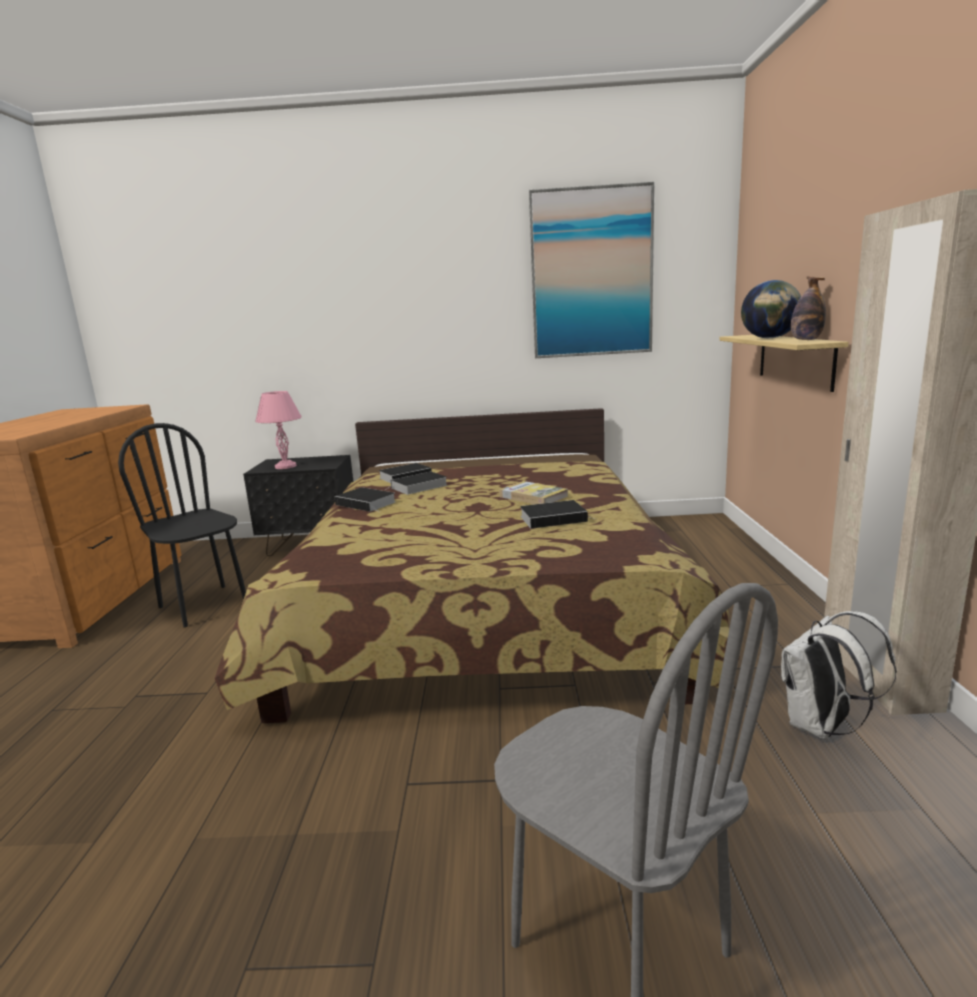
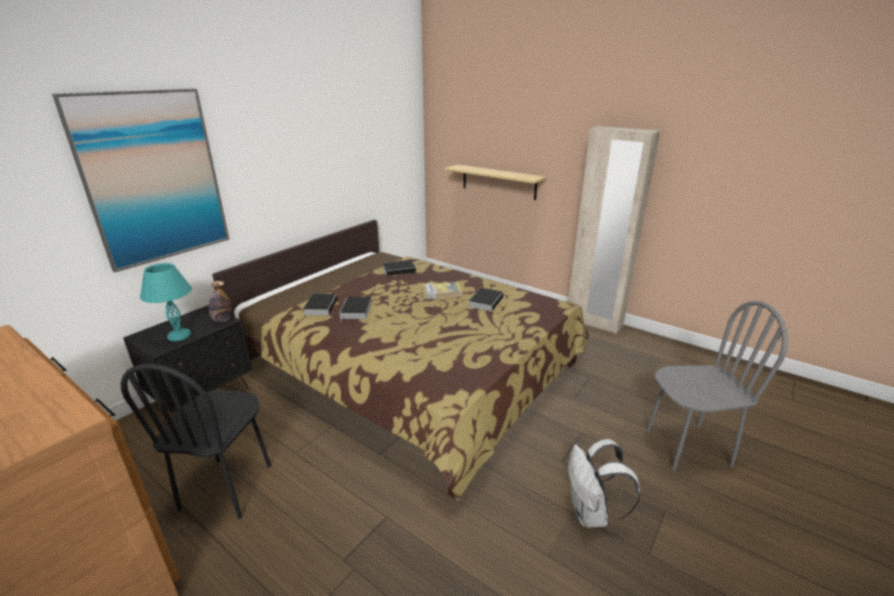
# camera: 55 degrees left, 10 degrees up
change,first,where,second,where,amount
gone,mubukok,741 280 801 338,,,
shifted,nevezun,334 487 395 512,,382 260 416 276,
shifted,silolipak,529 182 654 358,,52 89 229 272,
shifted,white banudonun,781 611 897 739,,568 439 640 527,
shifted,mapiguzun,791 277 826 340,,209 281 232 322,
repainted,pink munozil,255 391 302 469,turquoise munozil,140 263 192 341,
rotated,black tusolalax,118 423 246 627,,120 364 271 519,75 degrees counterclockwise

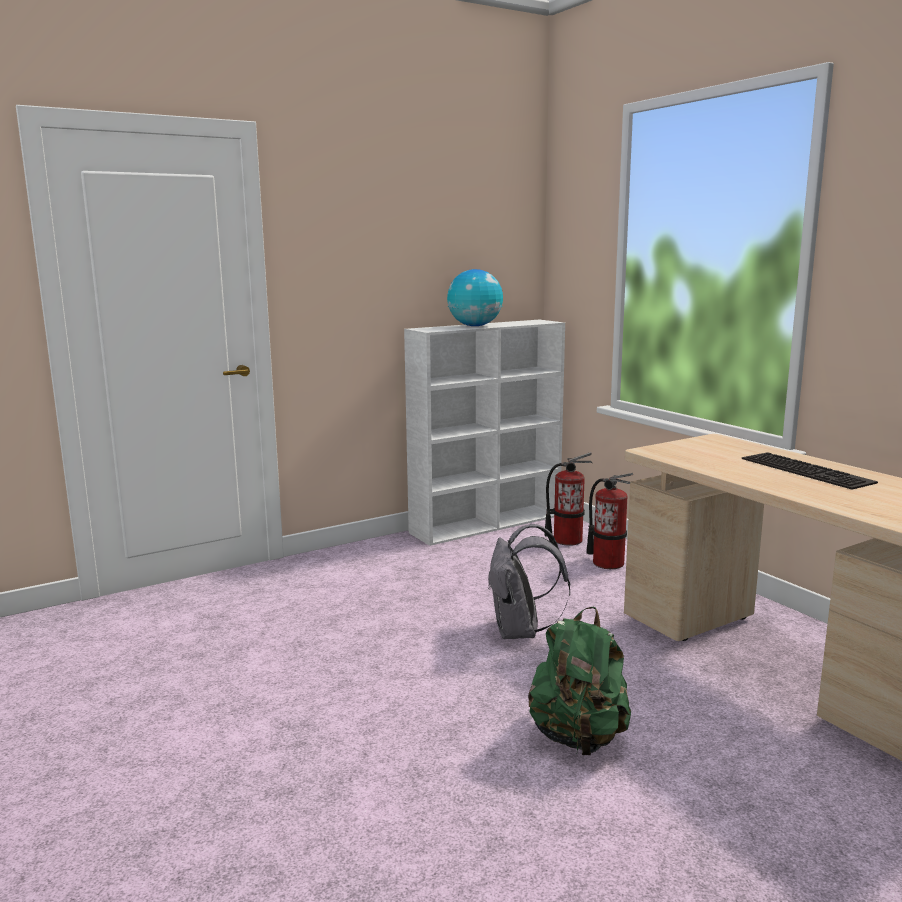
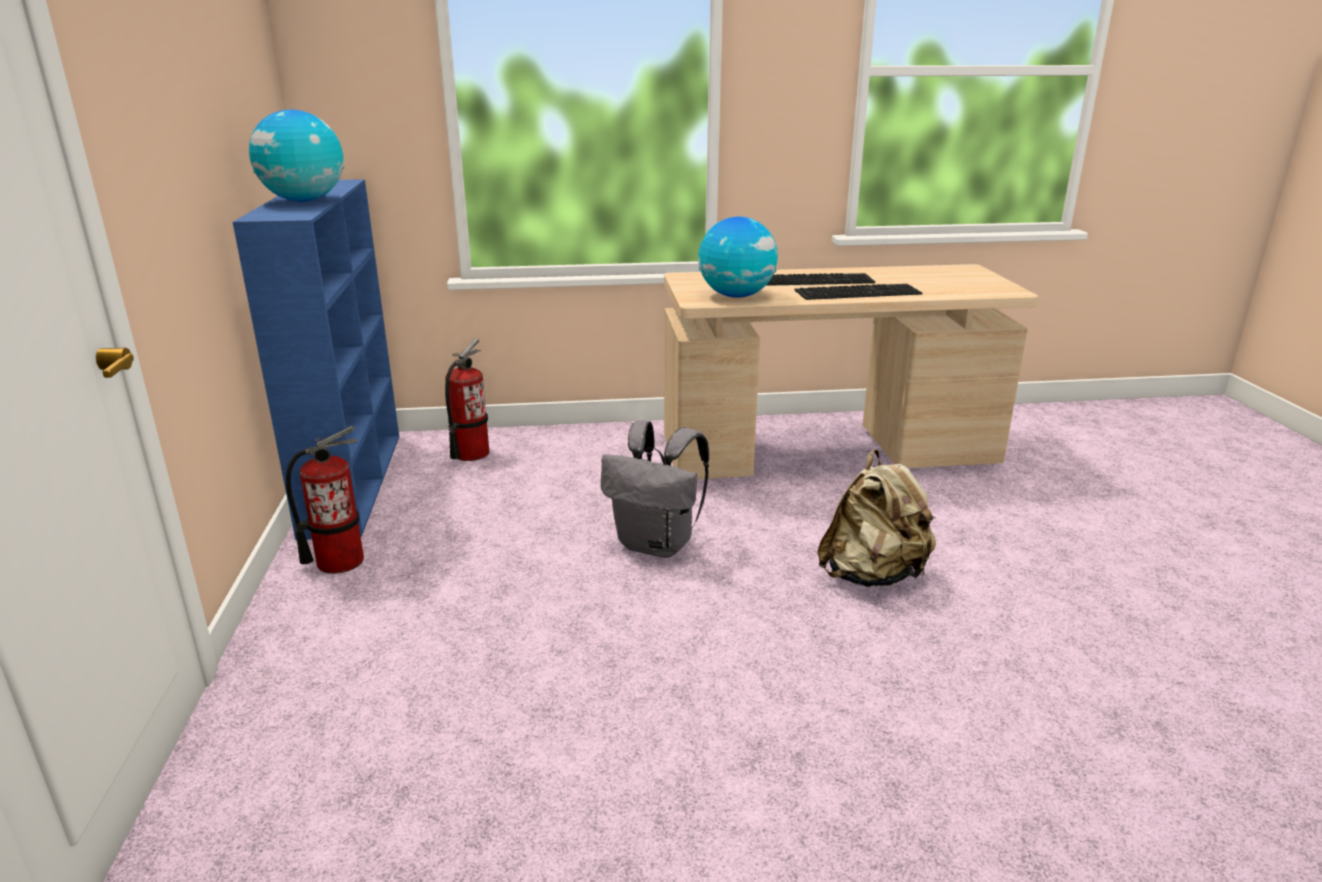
# camera: 65 degrees left, 10 degrees up
change,first,where,second,where,amount
new,,,mubukok,698 217 778 298,
new,,,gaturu,795 284 922 300,
shifted,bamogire,586 473 633 569,,286 426 364 574,
repainted,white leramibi,404 320 565 546,blue leramibi,233 179 399 540,
repainted,green banudonun,528 607 631 755,beige banudonun,817 449 936 587,

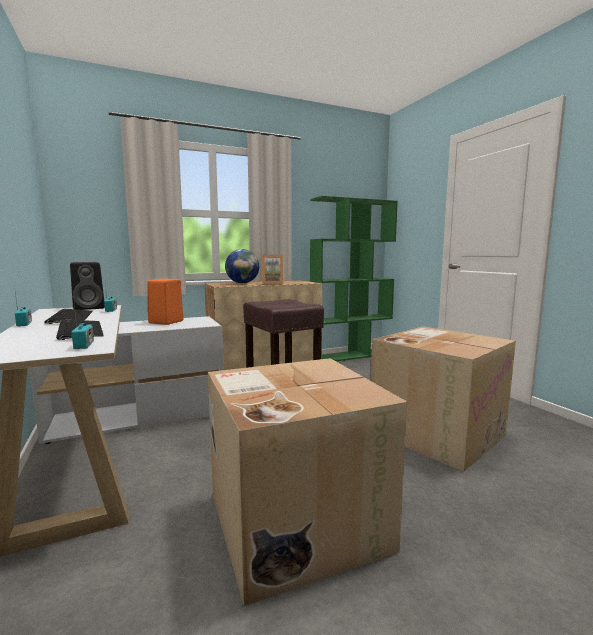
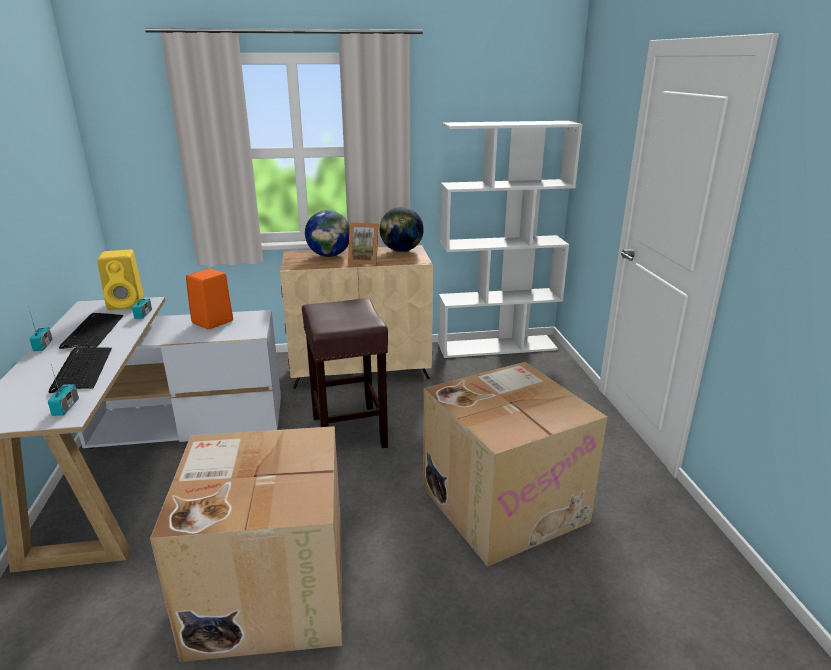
# camera: 15 degrees right, 15 degrees up
change,first,where,second,where,amount
new,,,mubukok,380 207 424 252,
repainted,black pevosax,70 262 105 310,yellow pevosax,97 249 144 310,
repainted,green leramibi,310 196 398 361,white leramibi,438 121 583 358,

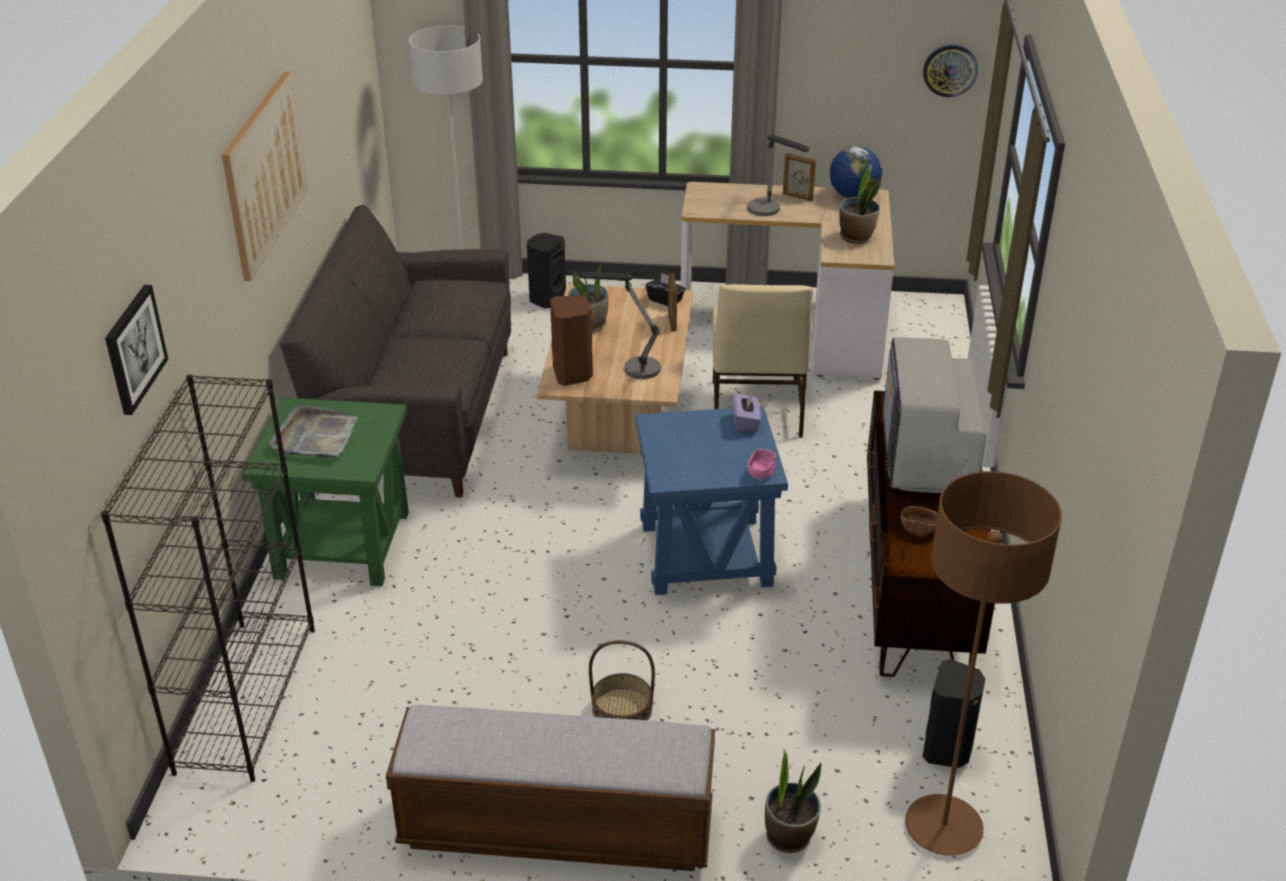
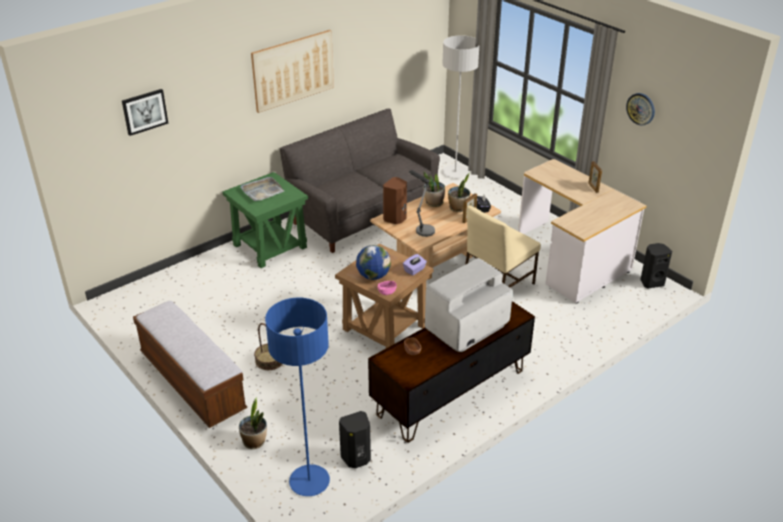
# camera: 45 degrees right, 0 degrees up
change,first,where,second,where,amount
gone,black leramibi,101 375 315 782,,,
gone,munozil,748 135 809 216,,,
shifted,black pevosax,527 233 566 308,,640 243 672 289,
shifted,mubukok,830 146 882 198,,356 245 391 280,
shifted,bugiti,839 164 882 244,,448 173 470 212,
shifted,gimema,923 44 978 97,,626 93 655 125,
repainted,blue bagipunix,636 406 788 595,brown bagipunix,335 244 434 348,
repainted,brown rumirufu,905 471 1062 856,blue rumirufu,265 298 330 496,

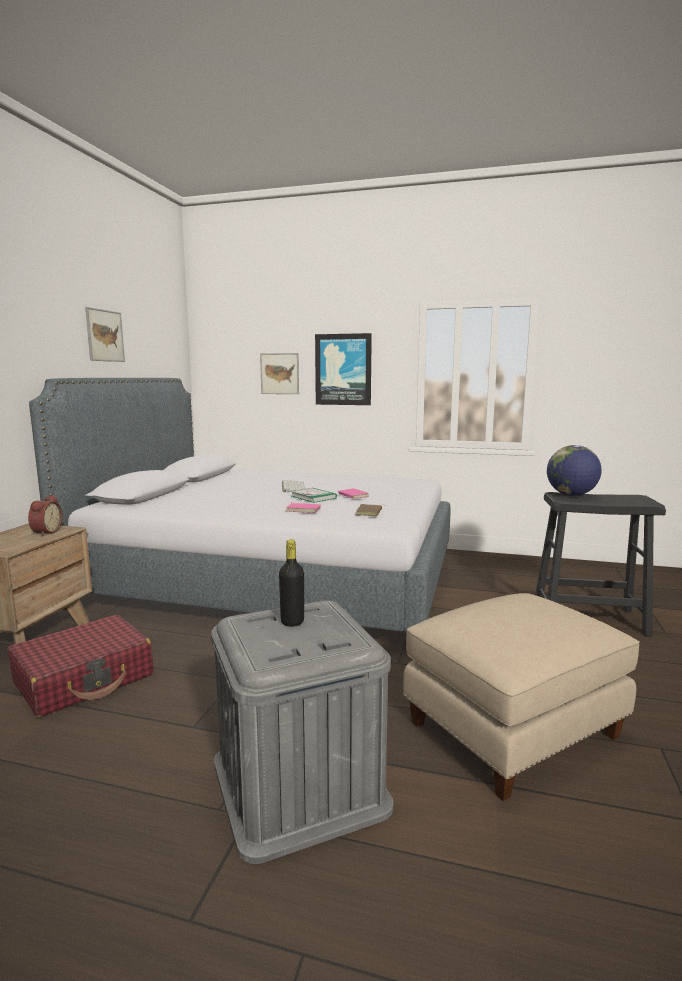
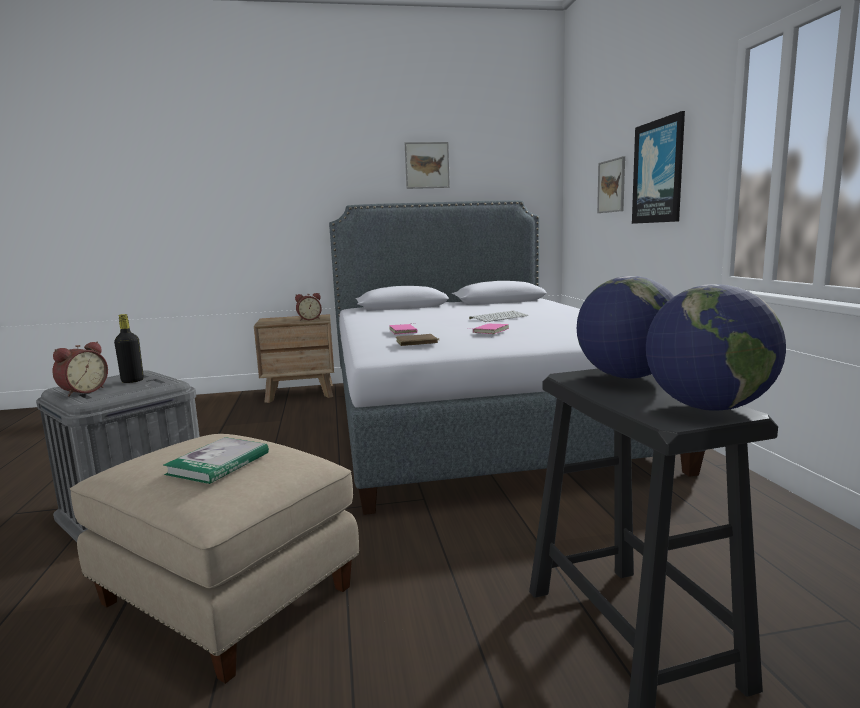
# camera: 65 degrees right, 0 degrees up
change,first,where,second,where,amount
gone,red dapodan,8 615 153 717,,,
new,,,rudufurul,52 342 108 397,
new,,,mubukok,646 284 786 411,
shifted,nevezun,290 488 337 503,,163 437 269 484,

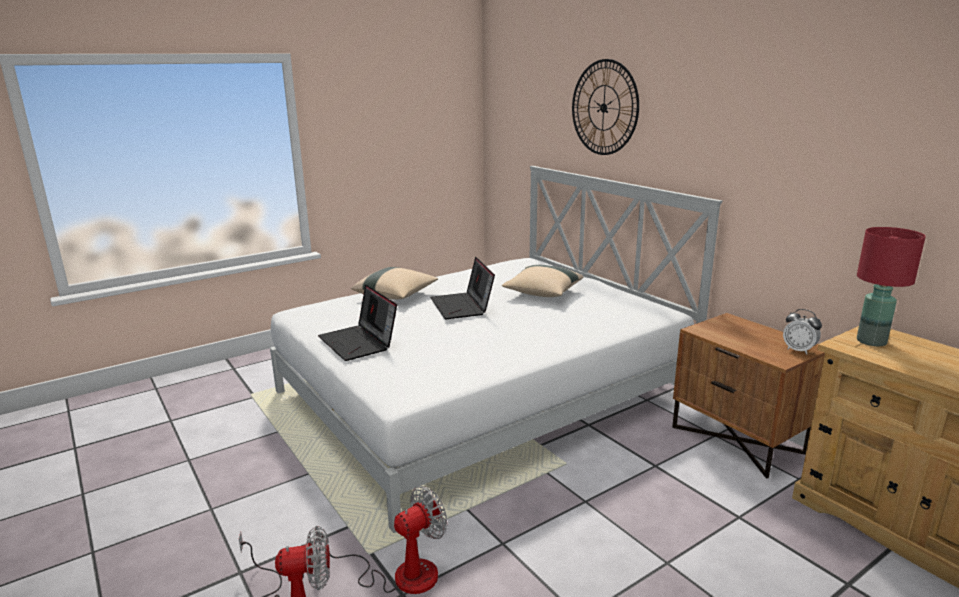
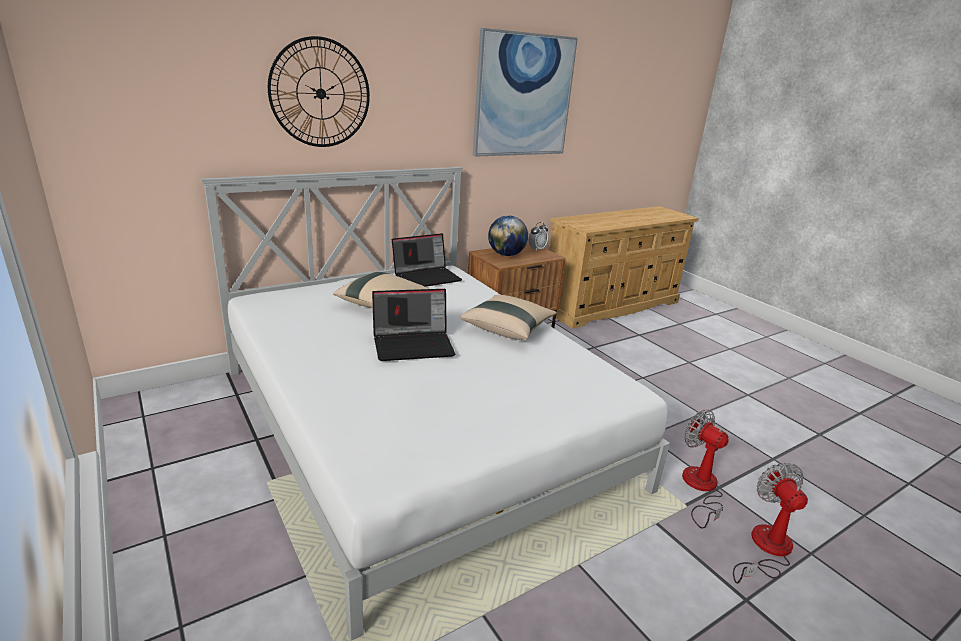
# camera: 90 degrees left, 5 degrees up
change,first,where,second,where,amount
gone,red munozil,857 227 926 346,,,
new,,,silolipak,473 28 578 157,
new,,,mubukok,488 216 528 256,
shifted,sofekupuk,318 285 397 361,,392 233 462 287,
shifted,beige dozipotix,351 267 438 299,,460 295 557 340,

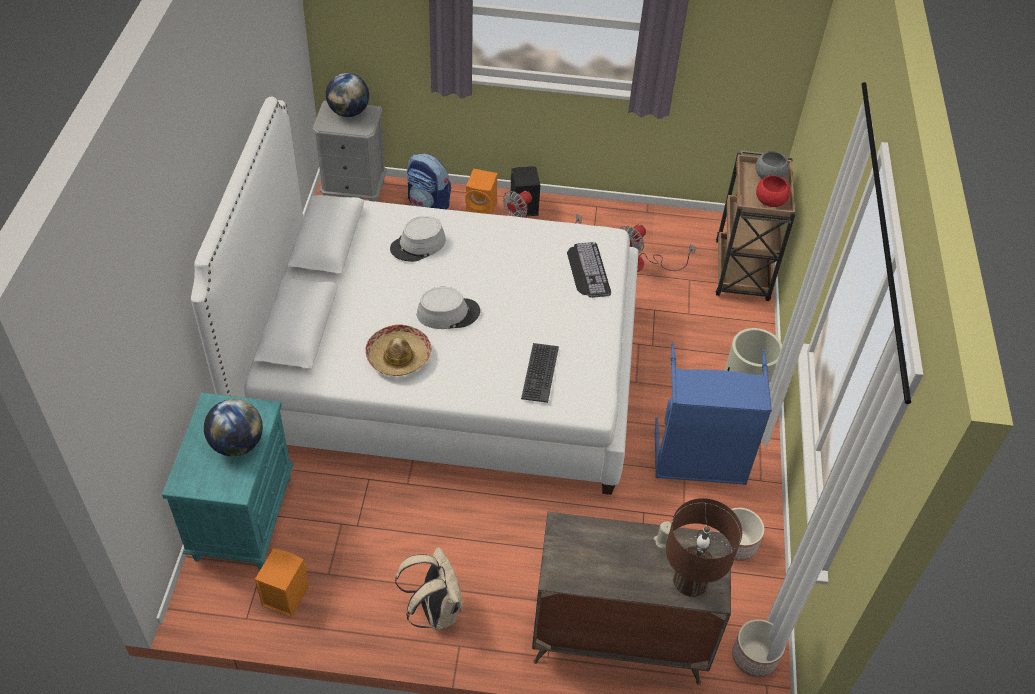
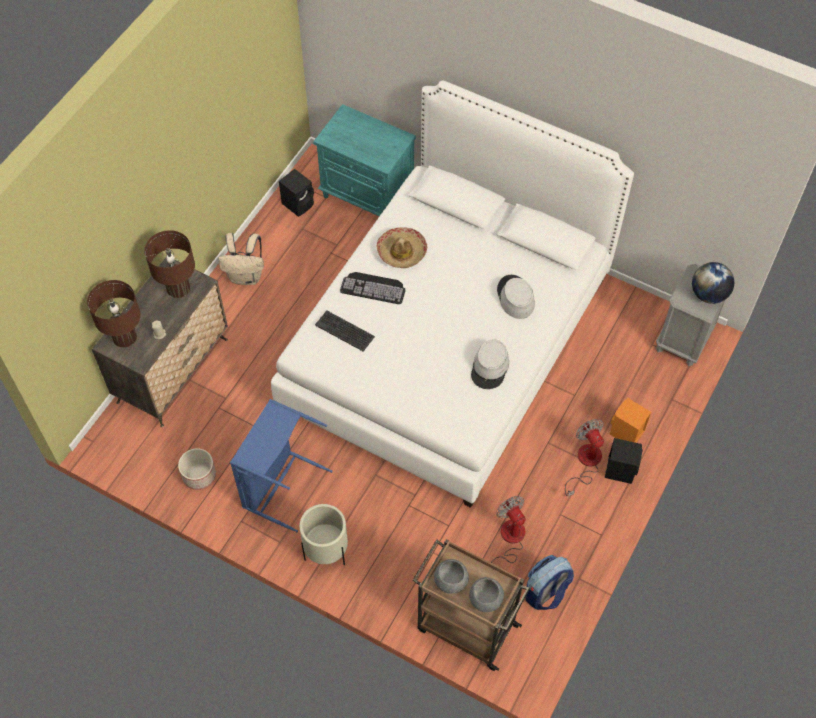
# camera: 115 degrees right, 10 degrees up
change,first,where,second,where,amount
gone,mubukok,204 399 263 456,,,
gone,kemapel,732 619 786 678,,,
new,,,brown munozil,144 230 195 298,
shifted,banudonun,407 153 451 209,,525 555 574 610,
shifted,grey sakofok,417 287 480 329,,471 339 509 389,
shifted,gaturu,567 242 611 298,,340 272 406 304,
repainted,orange pevosax,255 549 309 617,black pevosax,279 169 314 217,
repainted,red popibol,756 175 791 207,grey popibol,434 559 469 594,

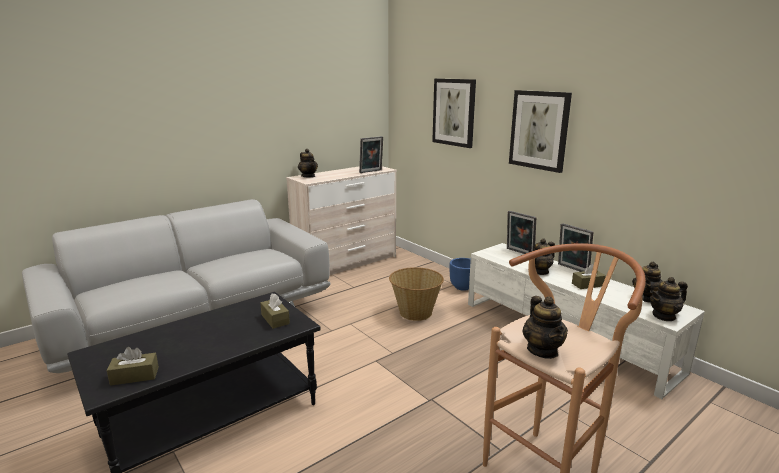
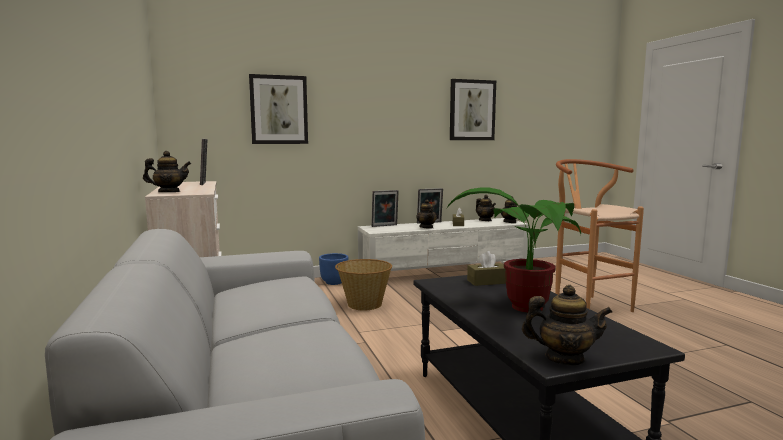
# camera: 70 degrees left, 10 degrees down
change,first,where,second,where,amount
gone,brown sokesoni,106 347 159 386,,,
new,,,bugiti,446 187 581 313,
shifted,silolipak,509 90 572 173,,450 79 496 140,
shifted,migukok,522 296 568 359,,522 285 613 365,

